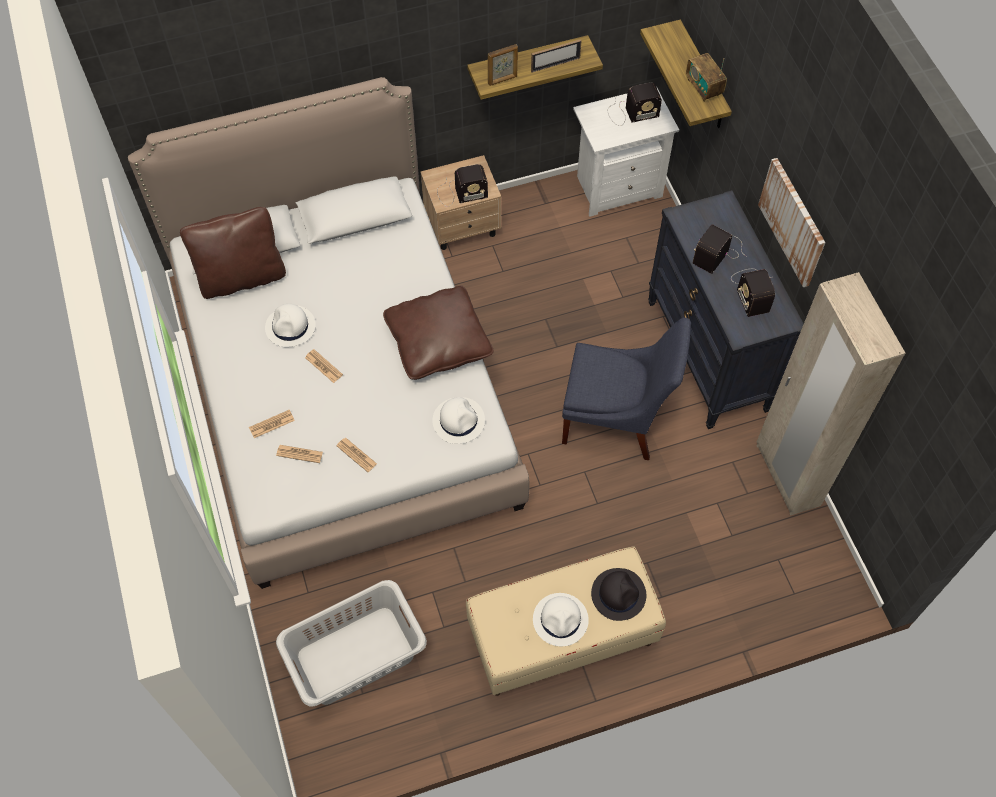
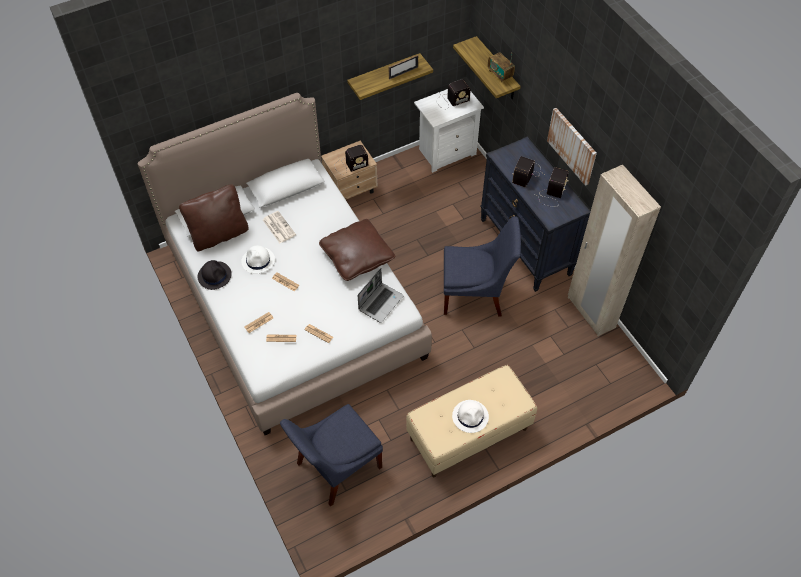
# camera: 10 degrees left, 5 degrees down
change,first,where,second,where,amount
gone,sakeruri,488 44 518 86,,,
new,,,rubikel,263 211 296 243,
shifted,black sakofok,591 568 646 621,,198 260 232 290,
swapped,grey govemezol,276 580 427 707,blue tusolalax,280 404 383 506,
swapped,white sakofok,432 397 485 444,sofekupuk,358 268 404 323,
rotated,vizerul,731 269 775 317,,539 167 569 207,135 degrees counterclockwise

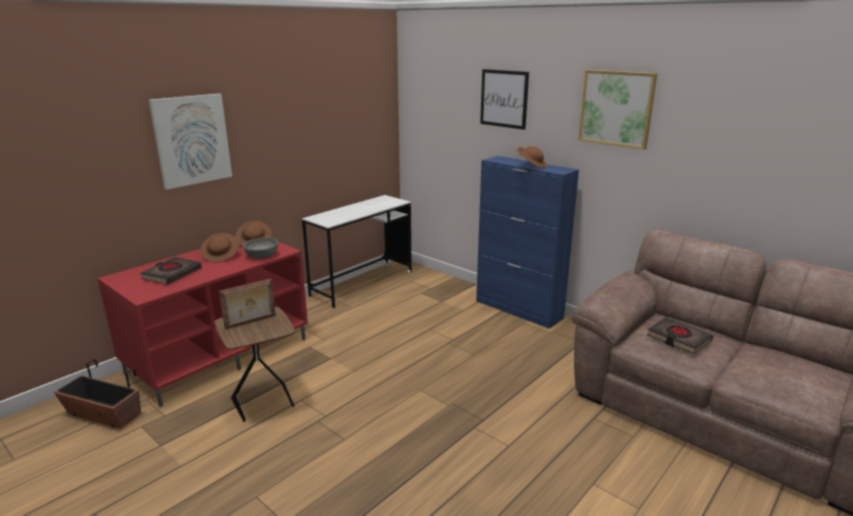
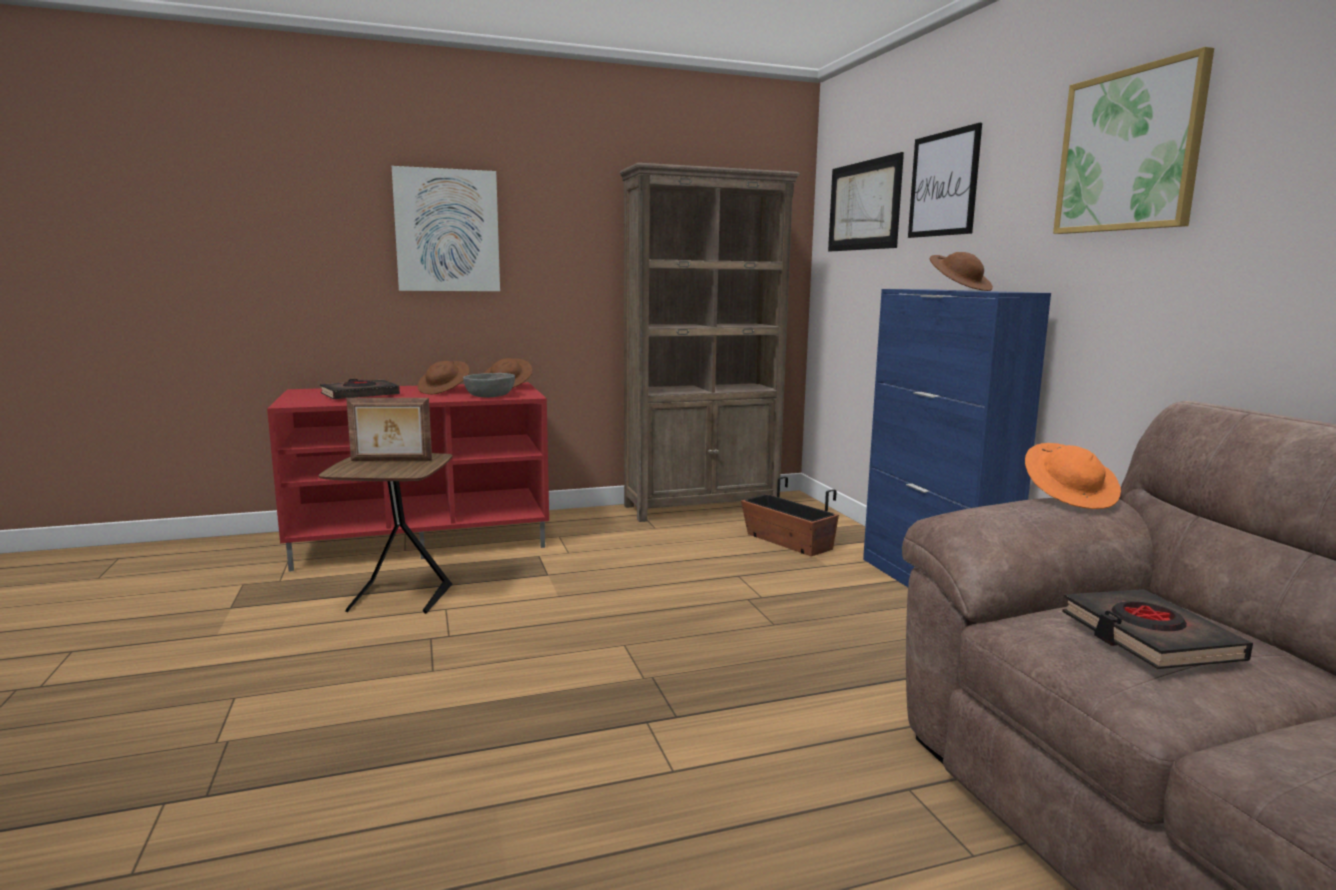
# camera: 30 degrees right, 10 degrees down
change,first,where,second,where,amount
new,,,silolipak,828 152 904 252,
new,,,orange sakofok,1025 443 1121 509,
shifted,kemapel,54 359 141 429,,741 477 839 556,
swapped,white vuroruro,302 195 412 308,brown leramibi,619 163 800 522,

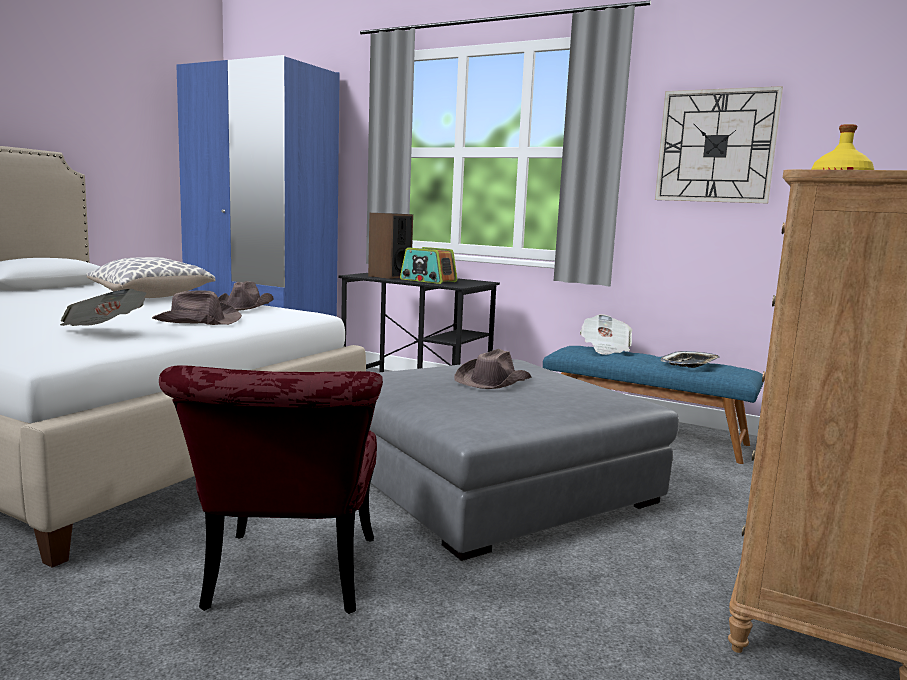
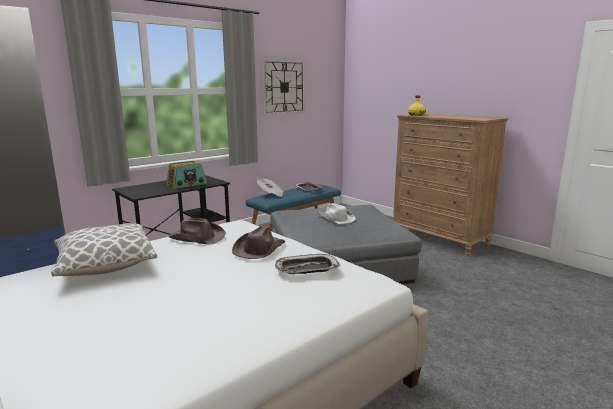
# camera: 70 degrees left, 5 degrees up
change,first,where,second,where,amount
gone,red tusolalax,159 365 383 614,,,
gone,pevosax,368 213 413 279,,,
swapped,rubikel,60 288 147 326,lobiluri,275 254 340 274,
repainted,brown sakofok,454 349 532 389,white sakofok,317 203 355 224,

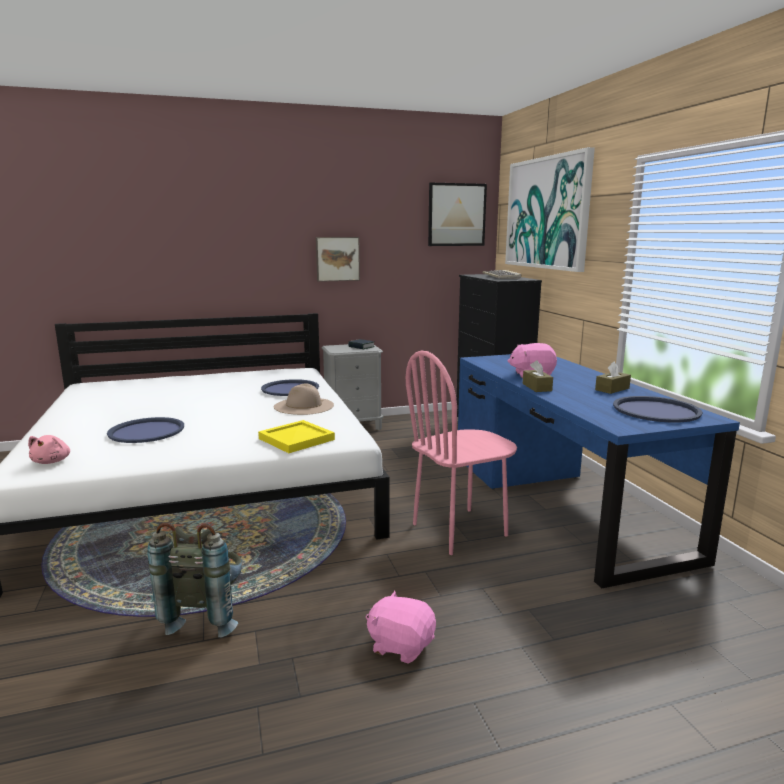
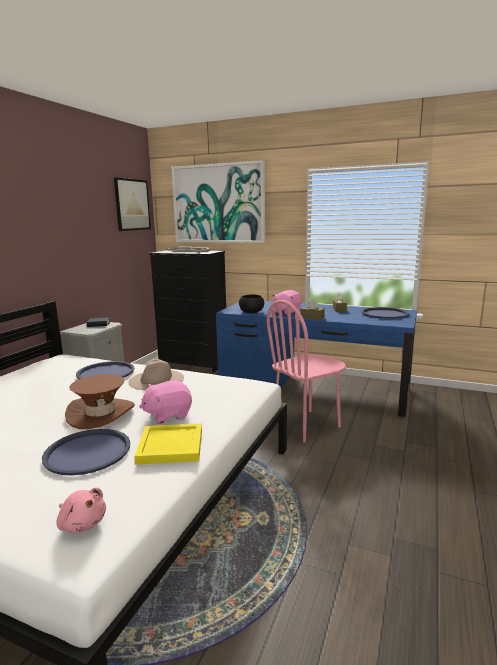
# camera: 50 degrees left, 0 degrees up
change,first,where,second,where,amount
gone,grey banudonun,147 522 242 638,,,
gone,silolipak,316 237 360 282,,,
new,,,brown sakofok,65 374 135 429,
new,,,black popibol,239 294 264 313,
shifted,yellow lobiluri,258 420 335 453,,134 423 202 464,
shifted,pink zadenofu,366 591 436 664,,139 380 192 424,
rotated,pink tusolalax,406 351 517 555,,266 300 345 443,45 degrees clockwise

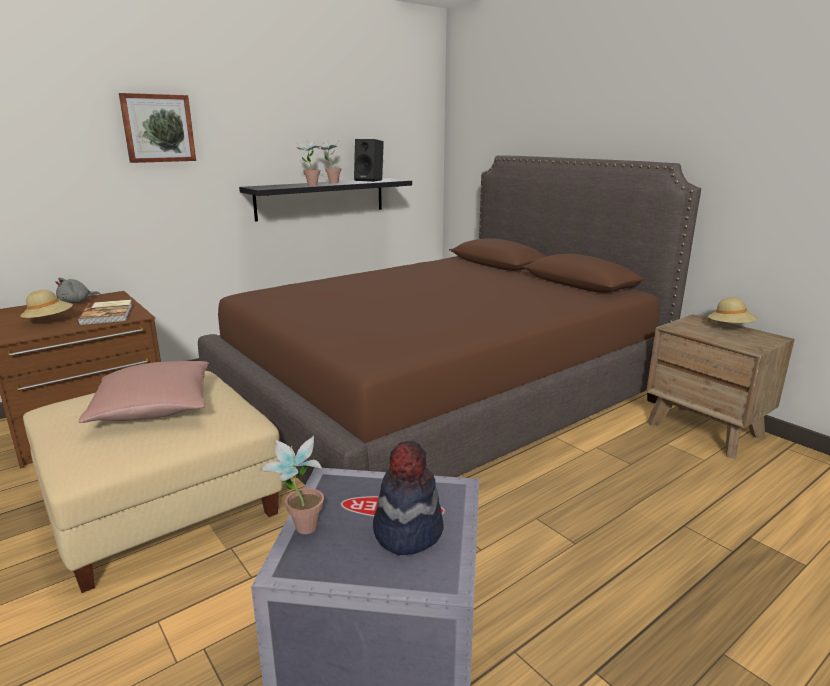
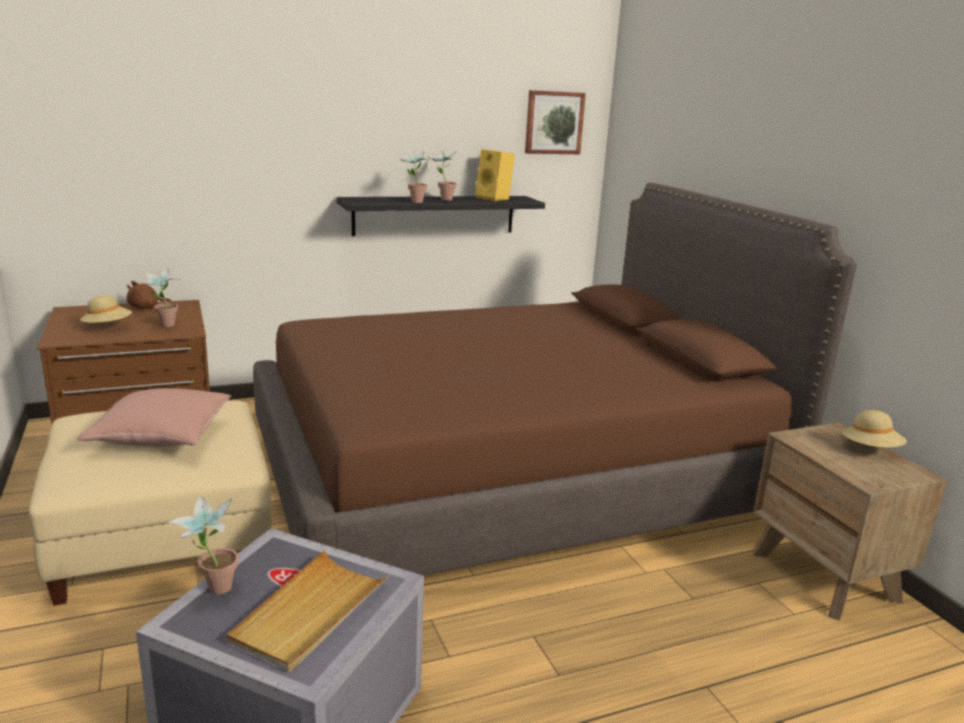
# camera: 15 degrees right, 0 degrees up
change,first,where,second,where,amount
shifted,silolipak,119 93 196 163,,525 90 586 154,
swapped,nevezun,78 300 132 325,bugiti,144 267 180 327,
swapped,sakofok,373 441 444 555,beige lobiluri,227 550 389 672,
repainted,grey zadenofu,56 277 101 303,brown zadenofu,127 281 172 309,
repainted,black pevosax,354 139 384 182,yellow pevosax,475 149 515 201,

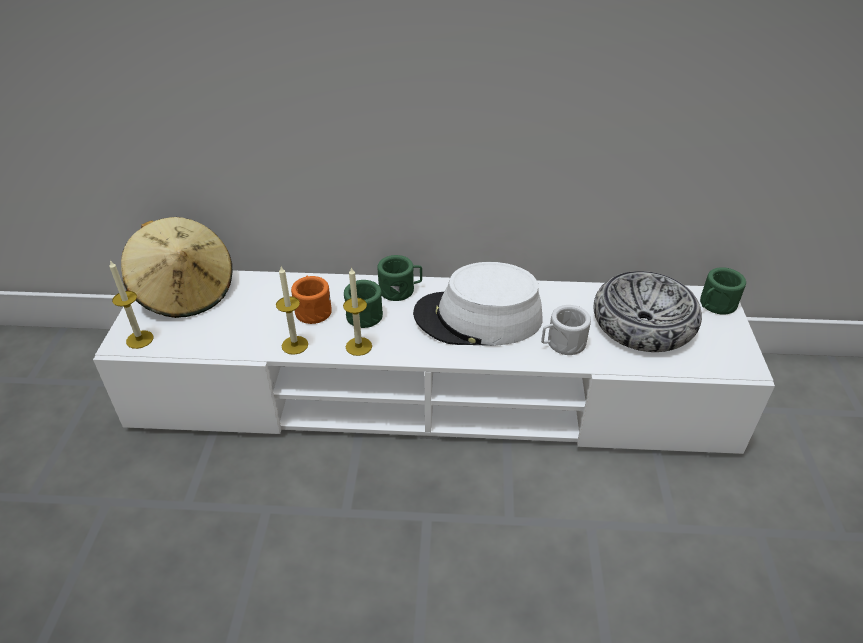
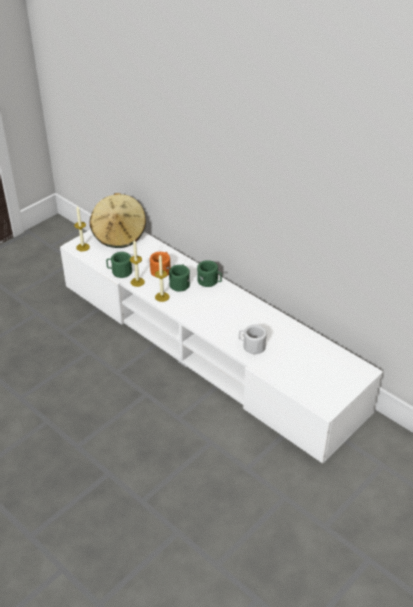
# camera: 40 degrees right, 0 degrees up
change,first,where,second,where,amount
gone,white sakofok,413 262 543 346,,,
gone,popibol,593 271 702 352,,,
shifted,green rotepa,700 267 746 315,,106 252 132 278,

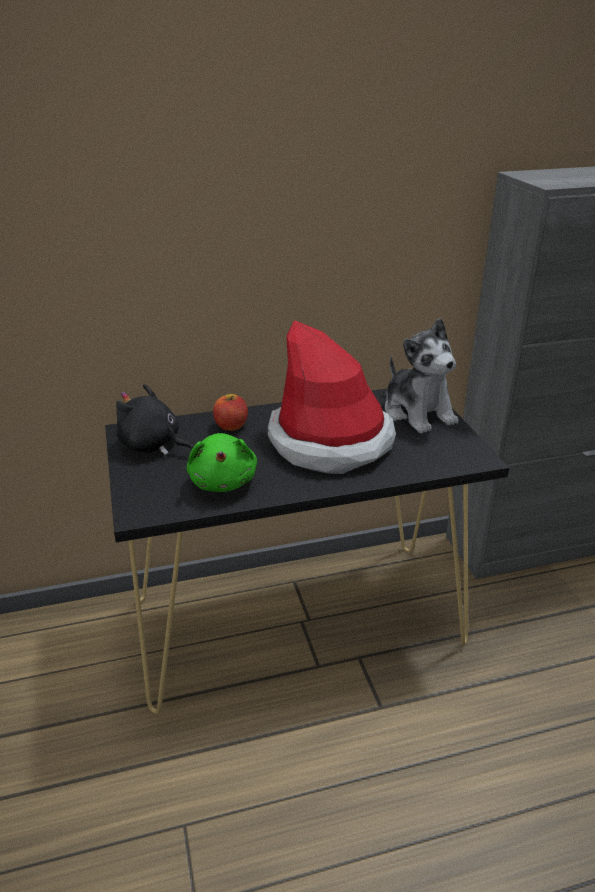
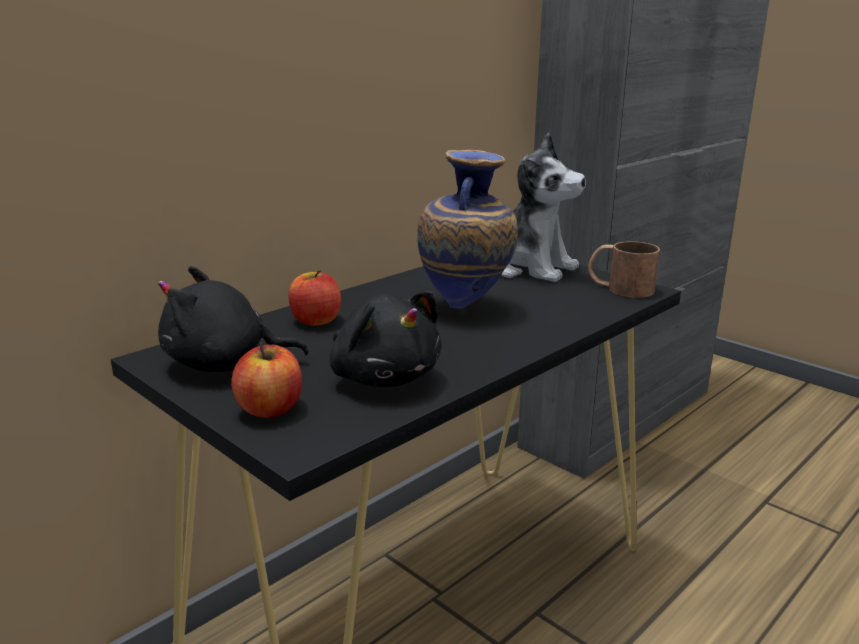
# camera: 30 degrees left, 10 degrees down
change,first,where,second,where,amount
new,,,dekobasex,231 342 302 418,
new,,,brown rotepa,588 241 660 298,
swapped,sakofok,268 320 396 474,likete,417 150 518 309,
repainted,green zadenofu,187 433 257 492,black zadenofu,330 291 442 387,

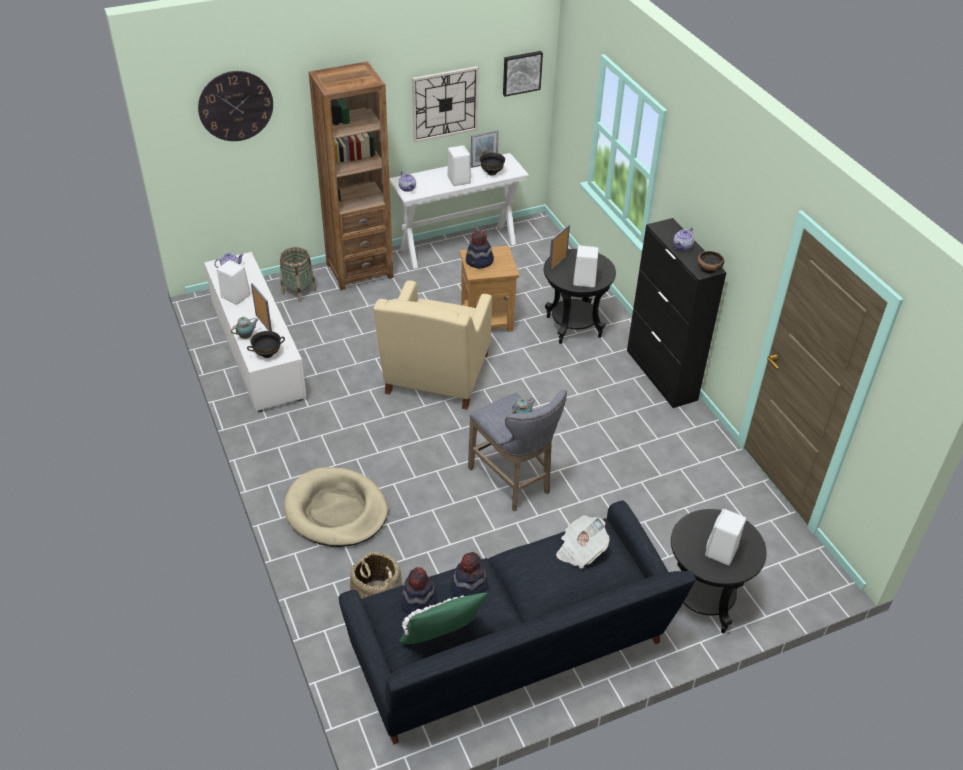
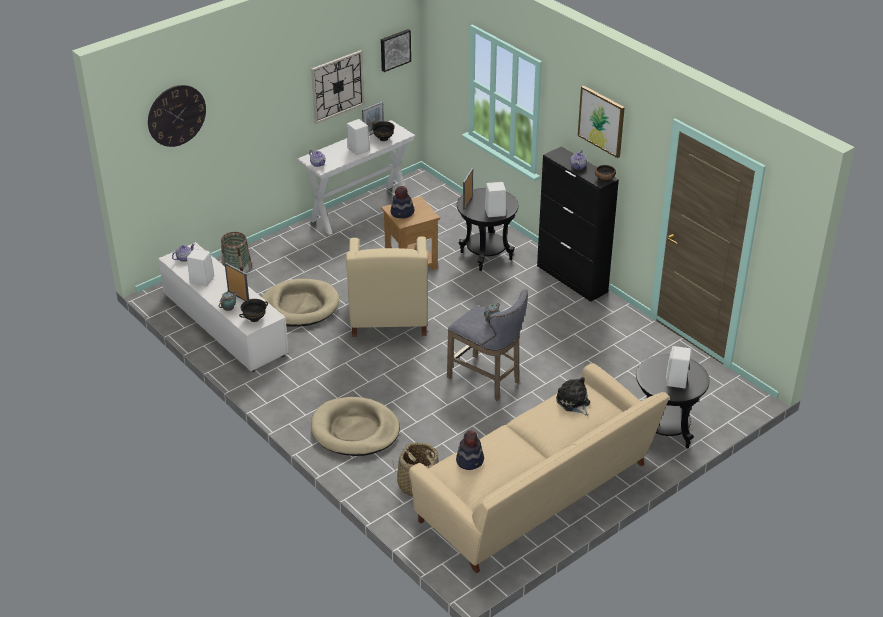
# camera: 15 degrees left, 5 degrees down
change,first,where,second,where,amount
gone,brown leramibi,309 62 394 290,,,
gone,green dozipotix,400 593 487 645,,,
gone,sakofok,450 552 488 598,,,
new,,,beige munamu,262 279 339 327,
new,,,silolipak,578 85 625 158,
swapped,rubikel,556 515 610 569,zadenofu,556 377 590 416,
repainted,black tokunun,339 500 696 744,beige tokunun,409 363 669 573,

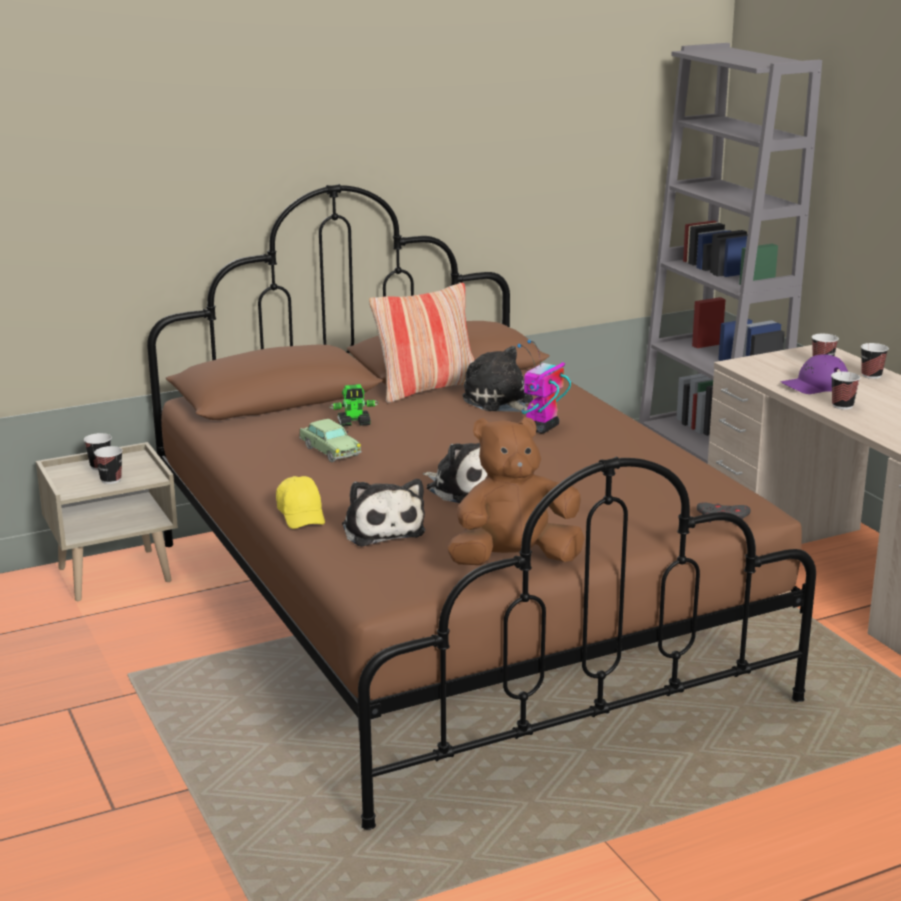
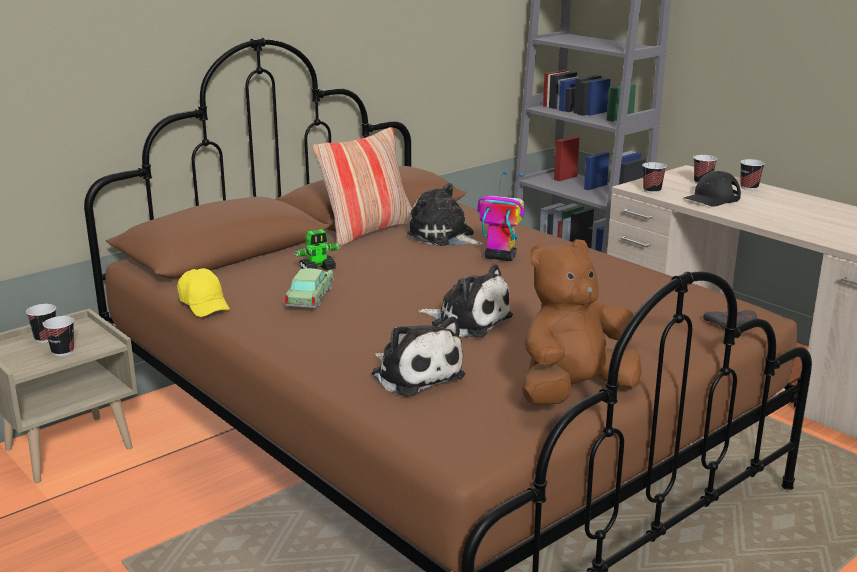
# camera: 15 degrees left, 0 degrees up
change,first,where,second,where,amount
shifted,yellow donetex,276 476 325 529,,177 268 230 317,
shifted,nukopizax,831 372 861 410,,642 162 667 193,
repainted,purple donetex,781 354 848 394,black donetex,684 171 741 207,
rotated,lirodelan,299 419 362 462,,285 268 334 308,120 degrees counterclockwise
rotated,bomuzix,517 340 571 433,,477 171 525 261,90 degrees clockwise

